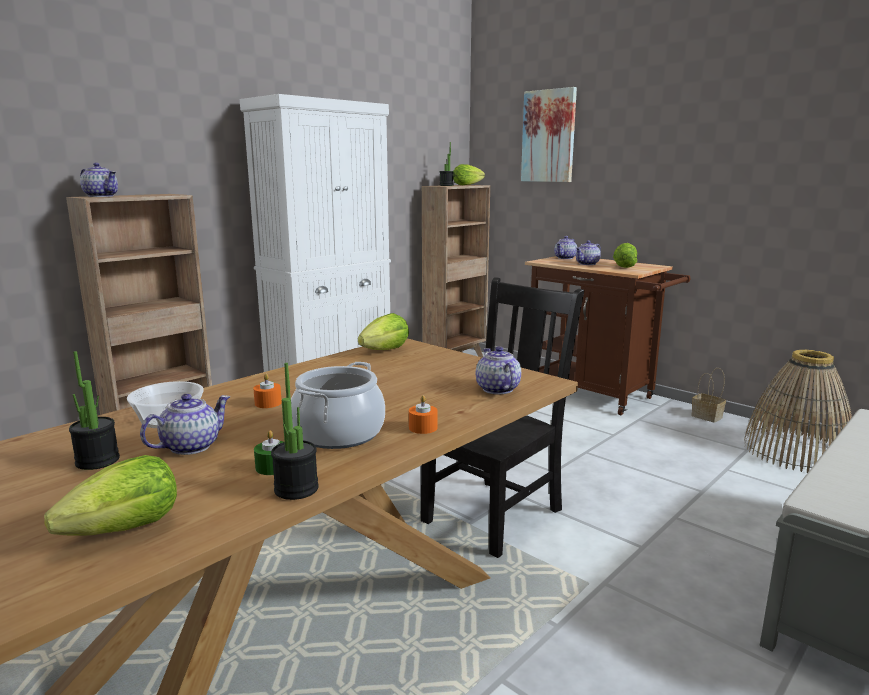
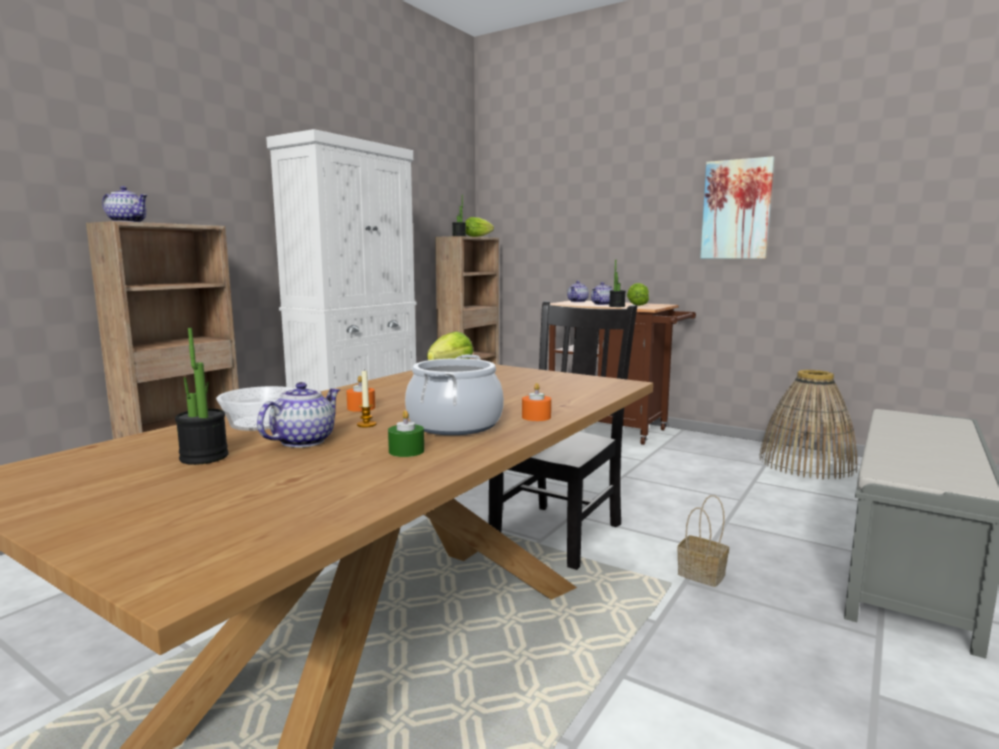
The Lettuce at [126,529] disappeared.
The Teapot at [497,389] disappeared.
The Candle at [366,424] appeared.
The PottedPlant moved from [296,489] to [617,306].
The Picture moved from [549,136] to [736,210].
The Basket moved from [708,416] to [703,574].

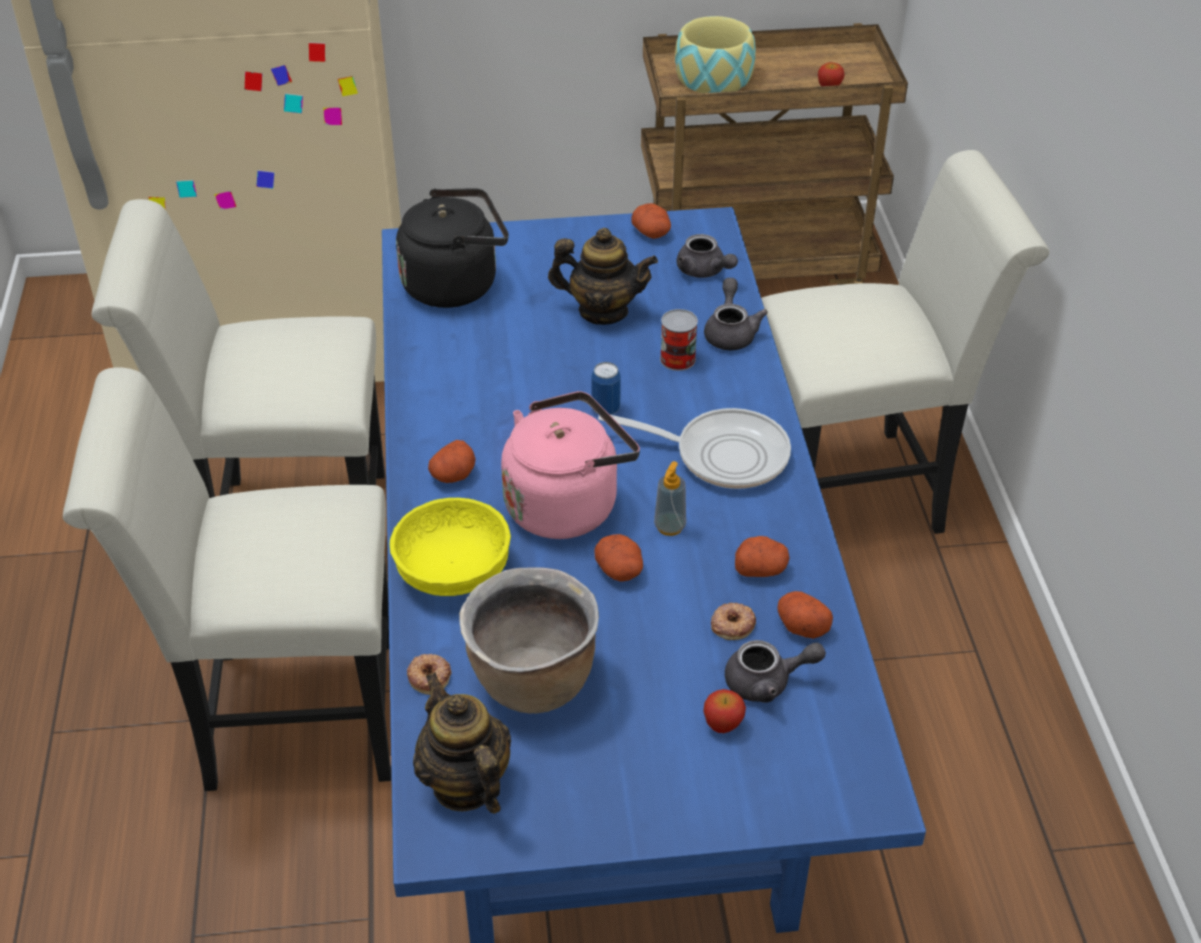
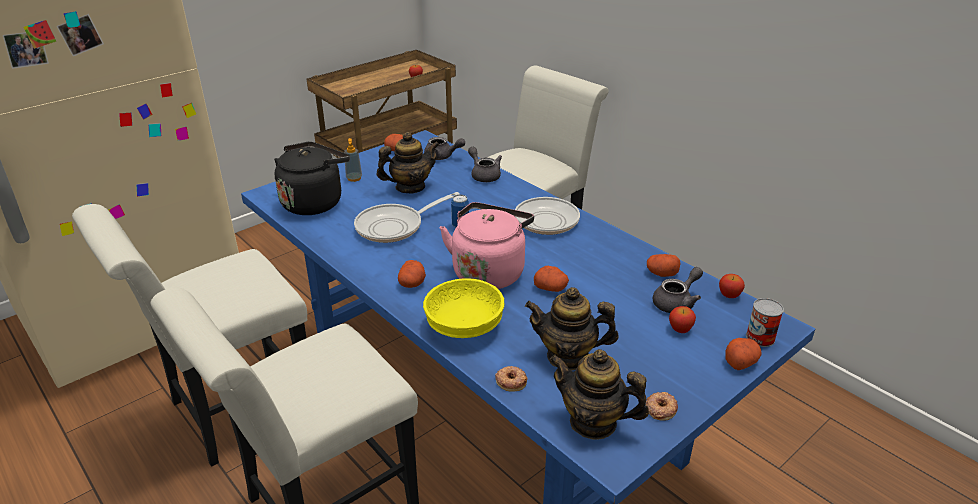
The Bowl at [714,77] disappeared.
The FryingPan at [395,227] appeared.
The Apple at [729,295] appeared.
The SoapDispenser moved from [669,526] to [354,178].
The Can moved from [677,359] to [760,337].
The Donut moved from [732,624] to [660,409].
The Potato moved from [761,568] to [740,361].
The BrownCookingPot at [532,681] was replaced by the Teapot at [568,356].

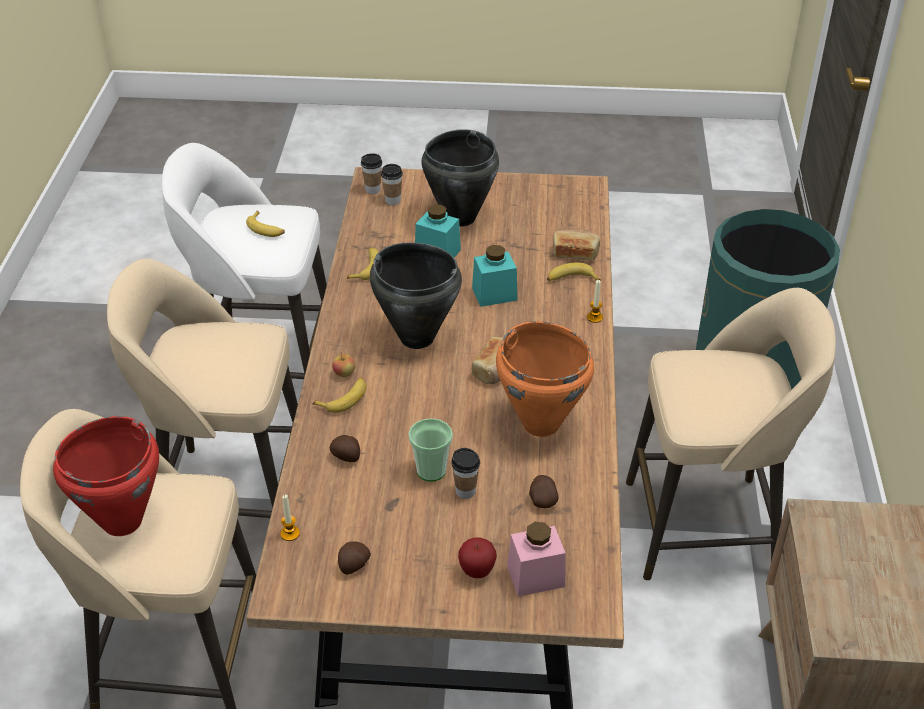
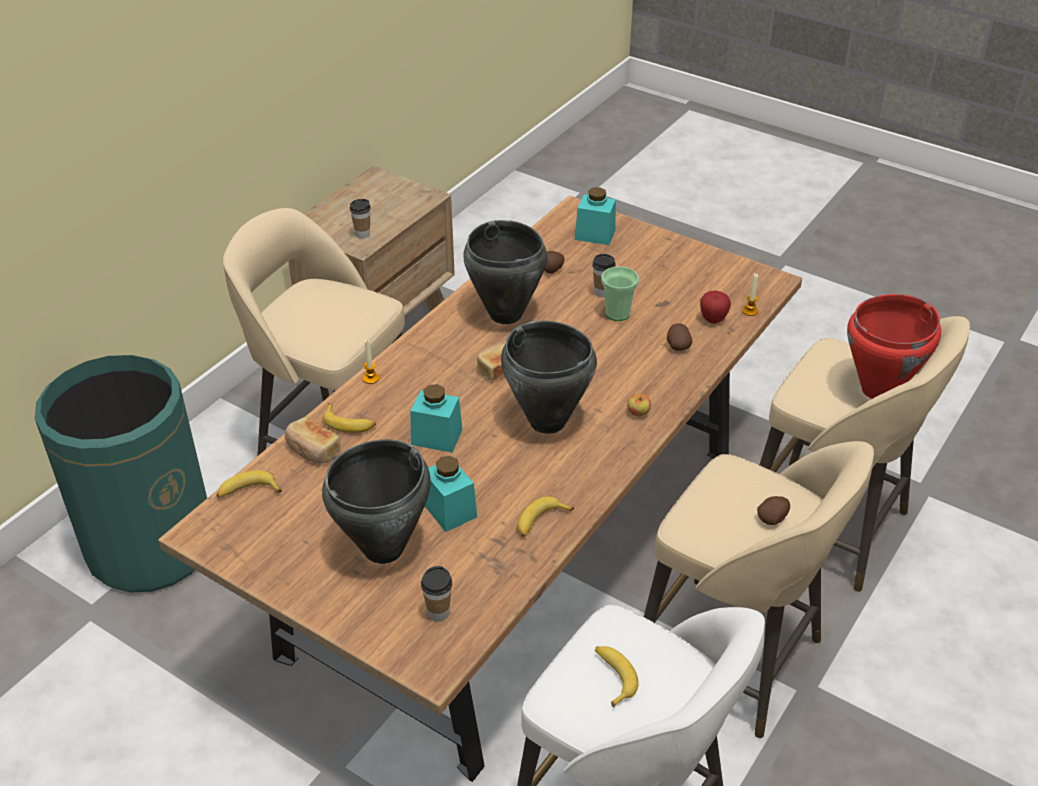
The Banana moved from [344,399] to [248,491].
The Potato moved from [353,566] to [773,518].
The Cup moved from [372,190] to [362,234].
The Apple moved from [477,571] to [713,319].
The OrangeCookingPot at [541,423] became the BlackCookingPot at [505,315].
The PinkJar at [536,576] became the TurquoiseJar at [595,234].

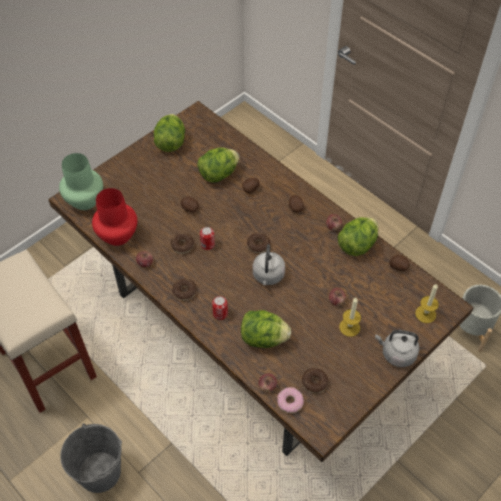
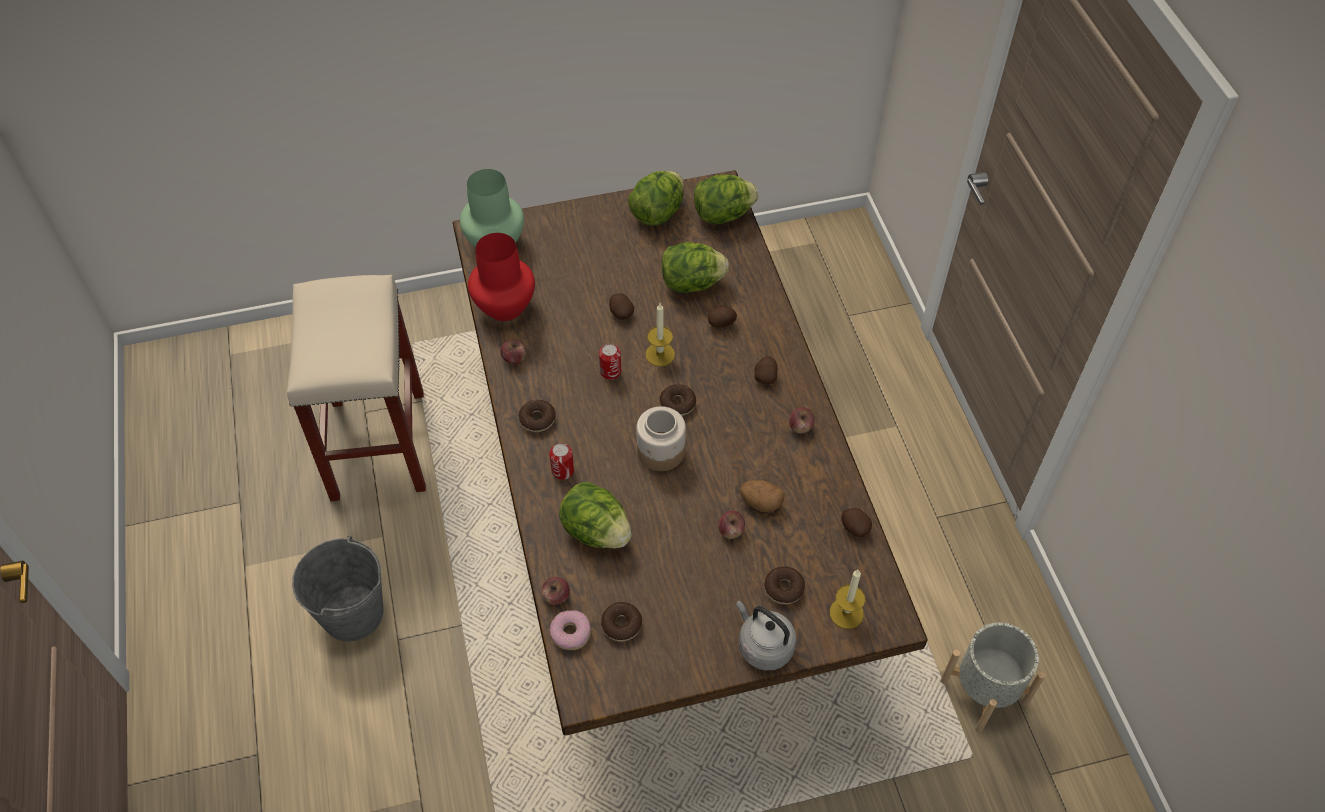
The Potato at [760,502] appeared.
The Donut moved from [182,245] to [784,588].
The Lettuce moved from [357,245] to [723,215].
The Candle moved from [349,327] to [660,354].
The GreyKettle at [268,276] was replaced by the Jar at [661,452].

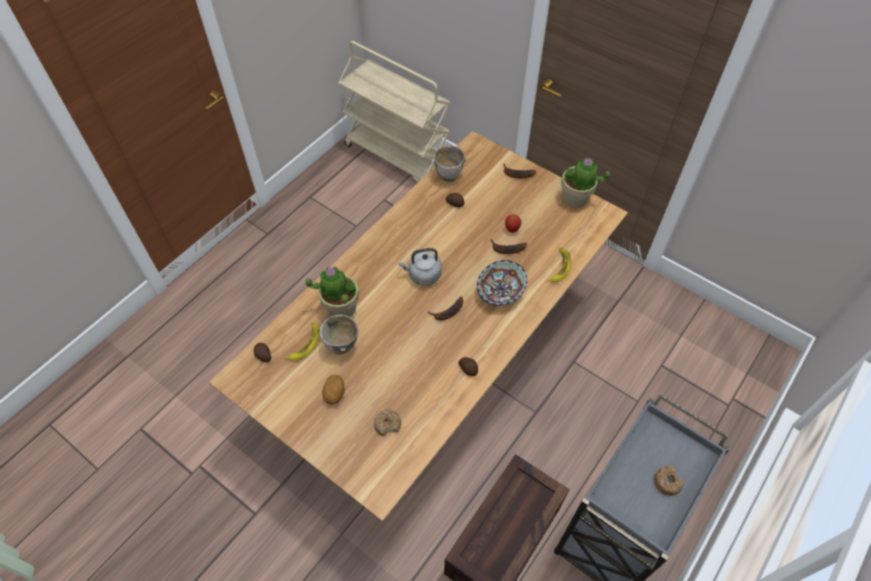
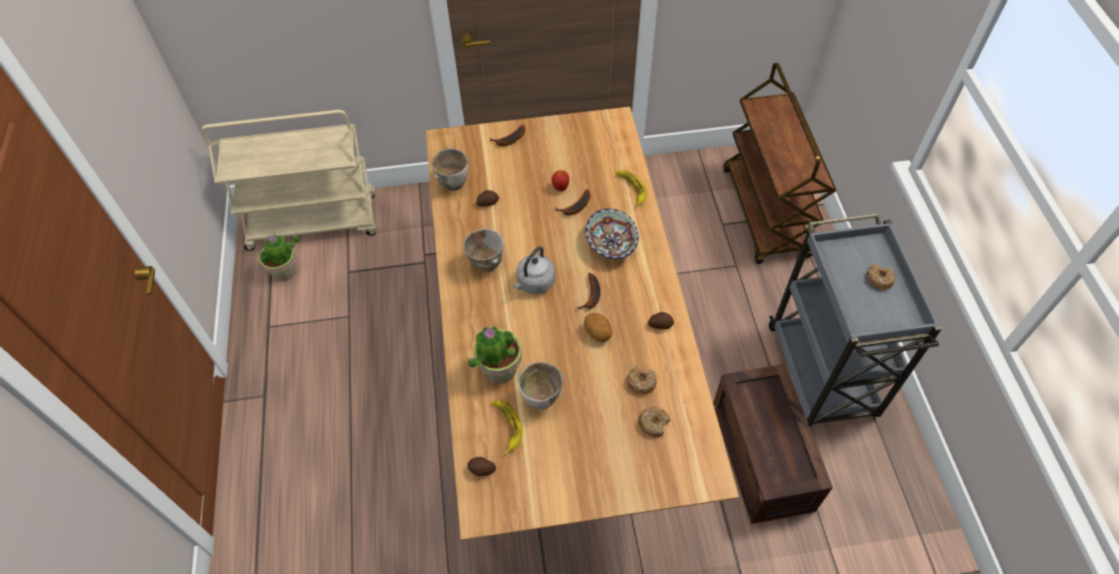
The Bowl at [486,263] appeared.
The Donut at [641,382] appeared.
The BrownCart at [765,213] appeared.
The Potato moved from [335,394] to [598,333].
The PottedPlant moved from [575,198] to [284,271].

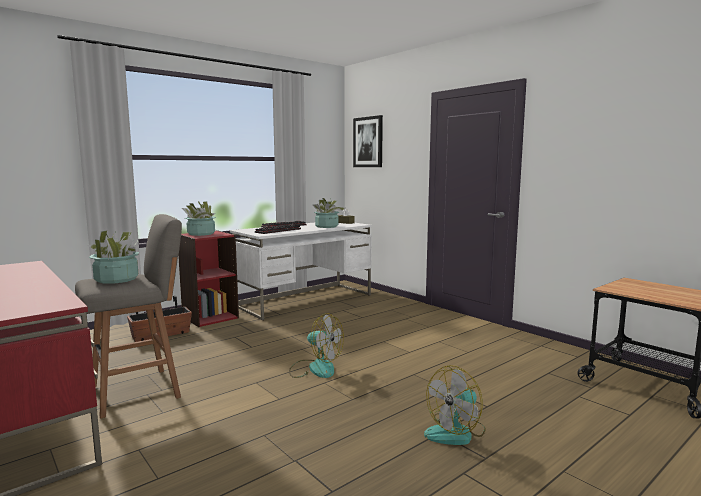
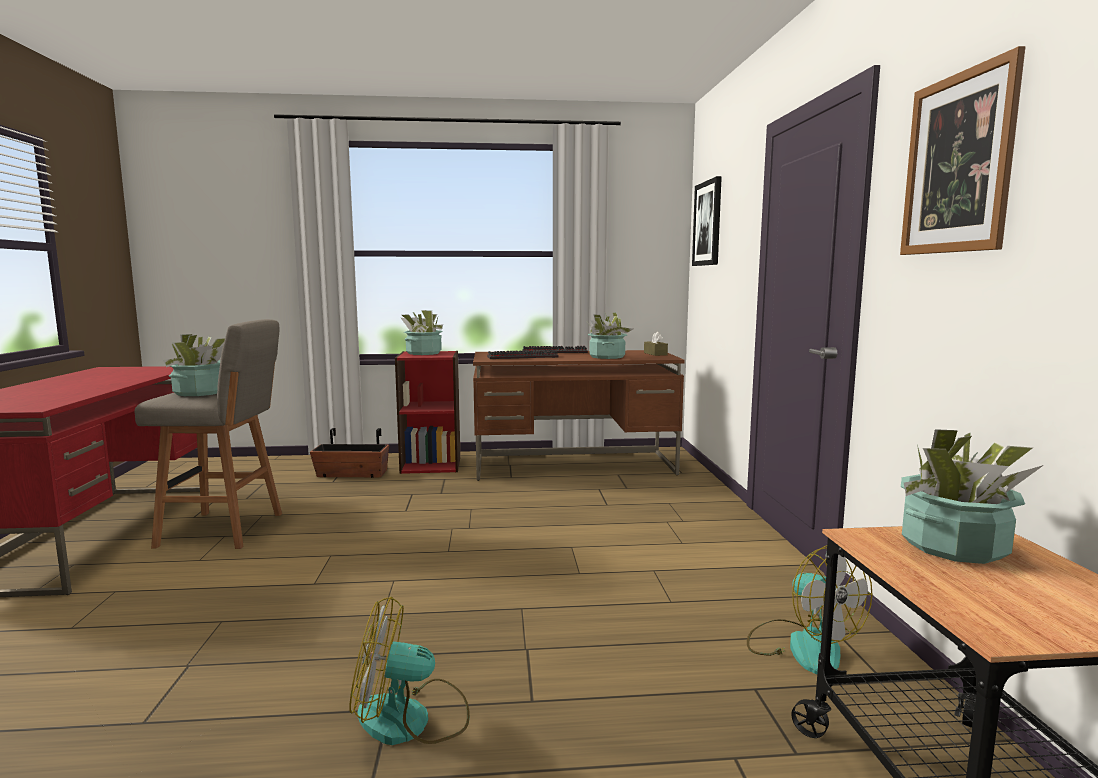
The Picture at [957,164] appeared.
The PottedPlant at [953,546] appeared.
The Fan moved from [315,368] to [802,645].
The WhiteDesk at [305,300] became the BrownDesk at [574,465].

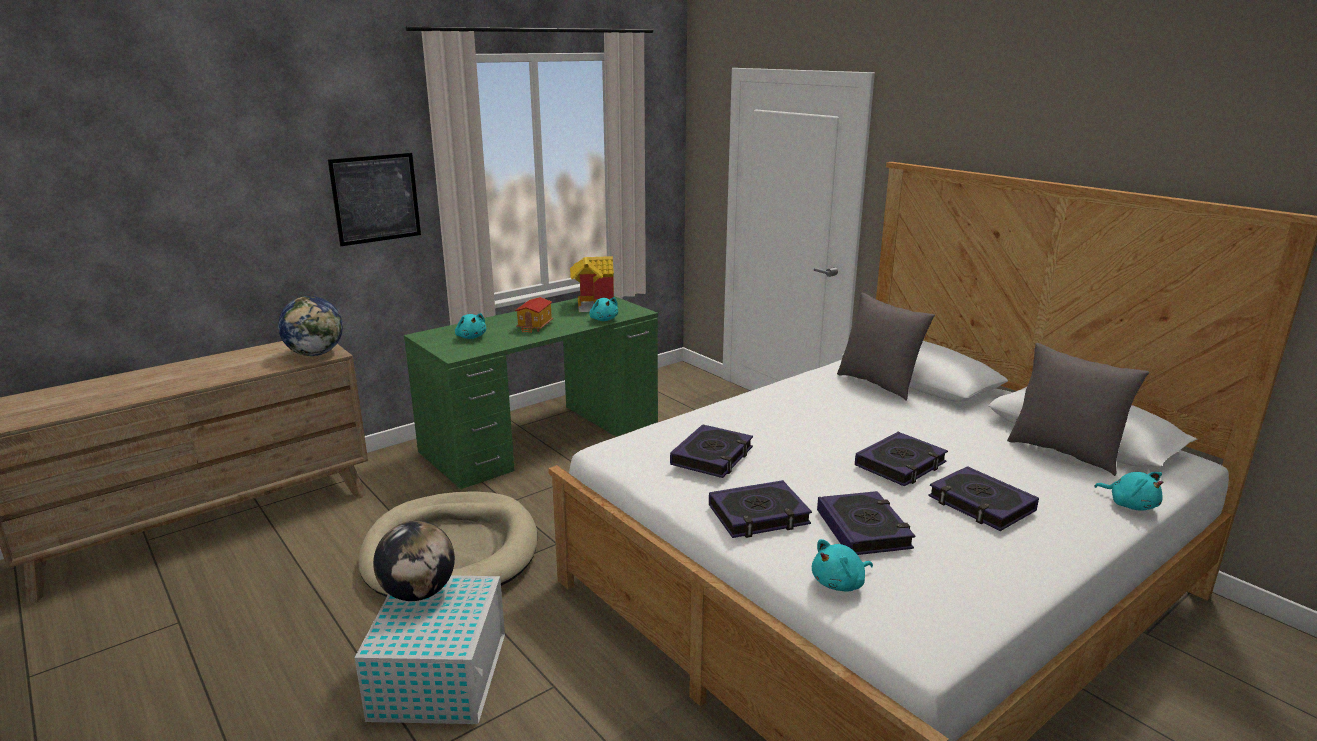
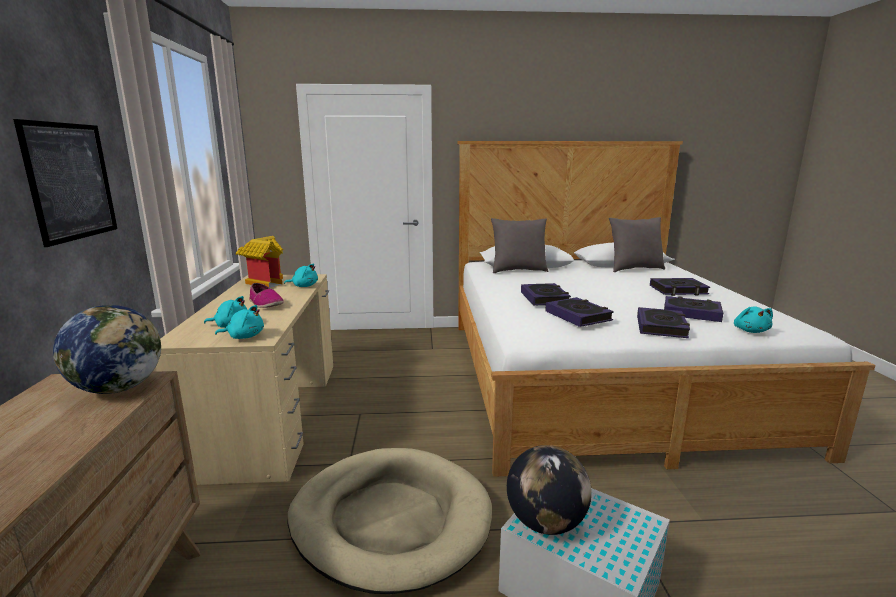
The Book moved from [900,464] to [544,298].
The TurquoisePlushToy moved from [1130,504] to [244,336].
The ToyHouse at [535,326] was replaced by the Shoe at [265,304].
The GreenDesk at [543,436] became the BeigeDesk at [271,413].

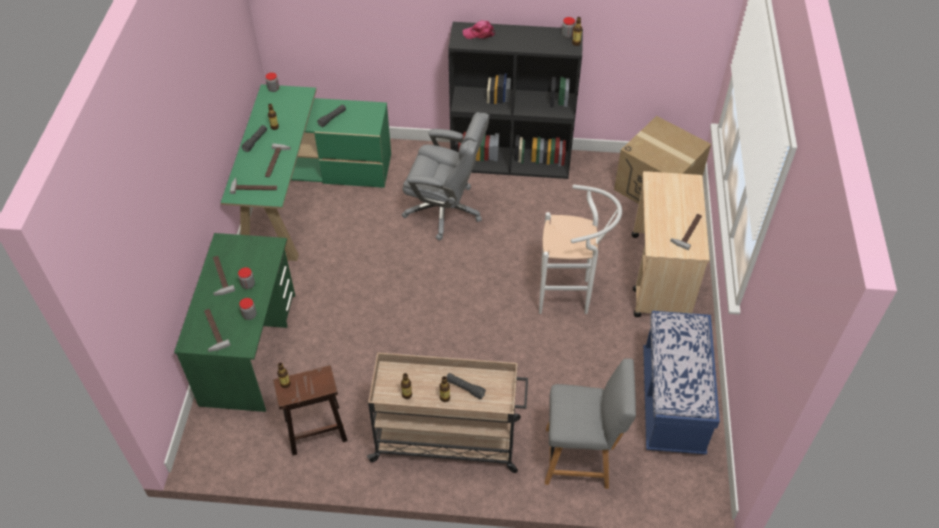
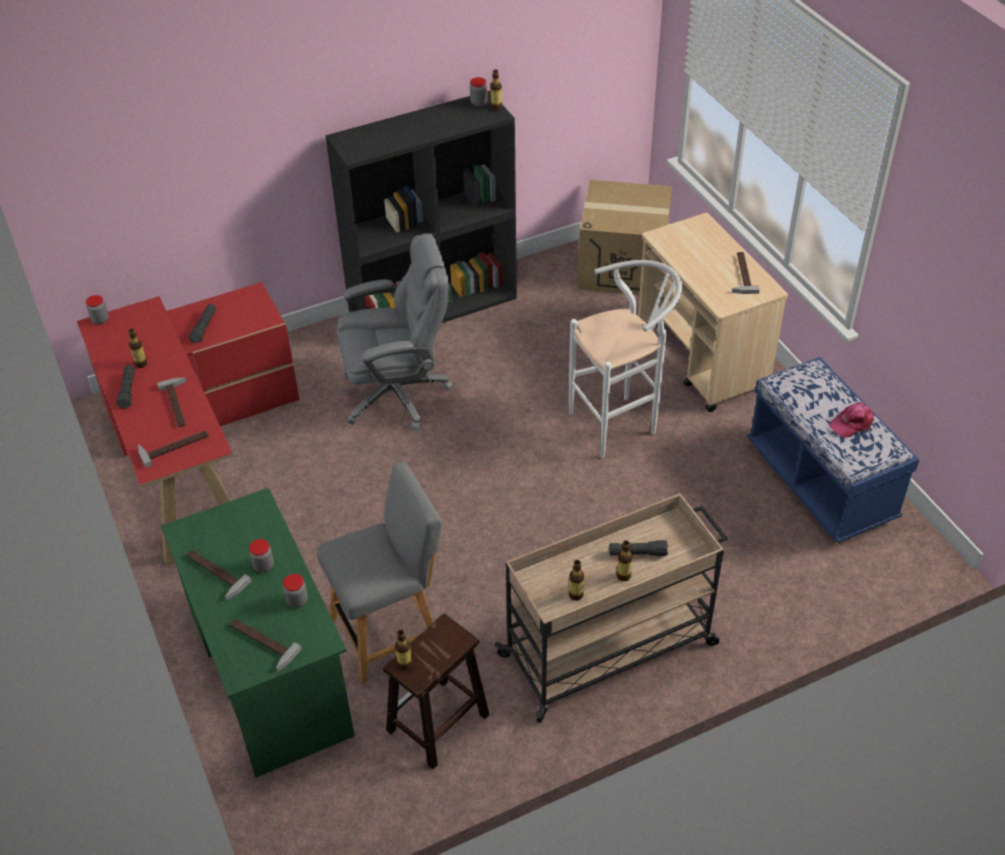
The PinkCap moved from [479,33] to [852,423].
The GreyChair moved from [581,458] to [390,631].
The GreenDesk at [305,193] became the RedDesk at [196,451].

